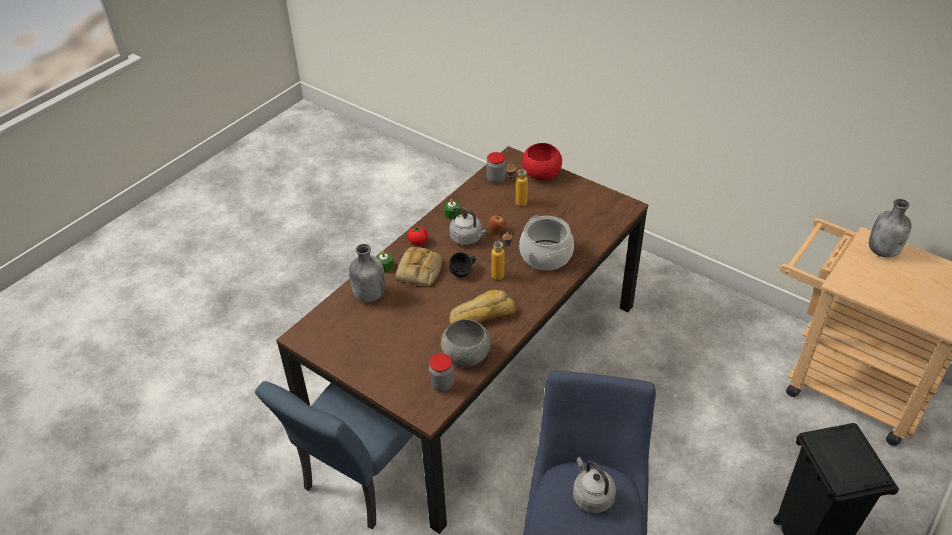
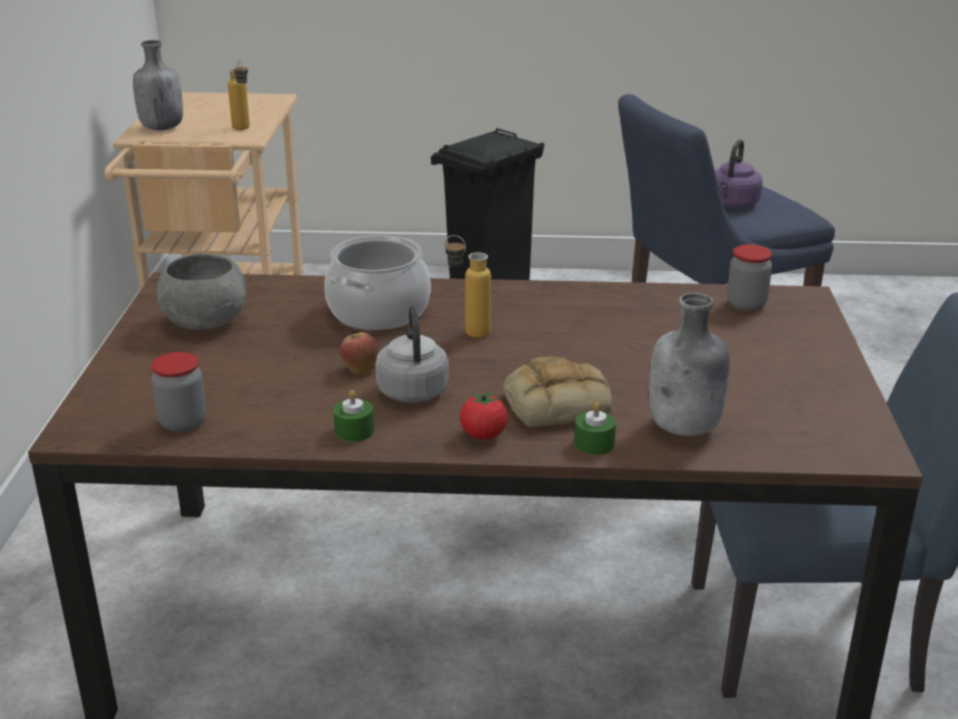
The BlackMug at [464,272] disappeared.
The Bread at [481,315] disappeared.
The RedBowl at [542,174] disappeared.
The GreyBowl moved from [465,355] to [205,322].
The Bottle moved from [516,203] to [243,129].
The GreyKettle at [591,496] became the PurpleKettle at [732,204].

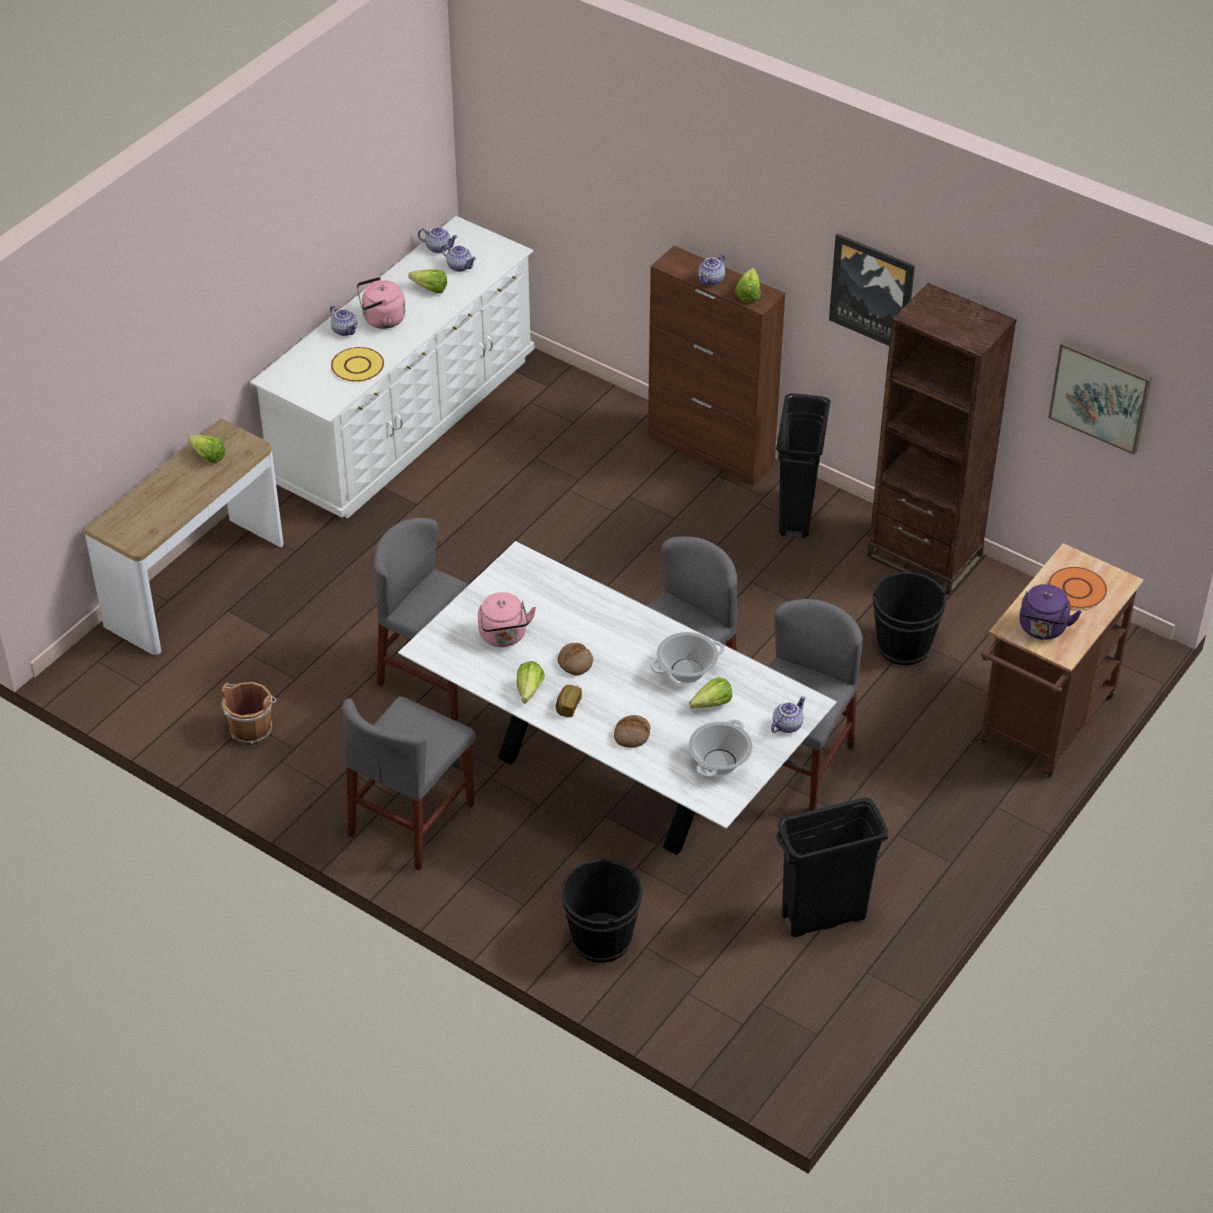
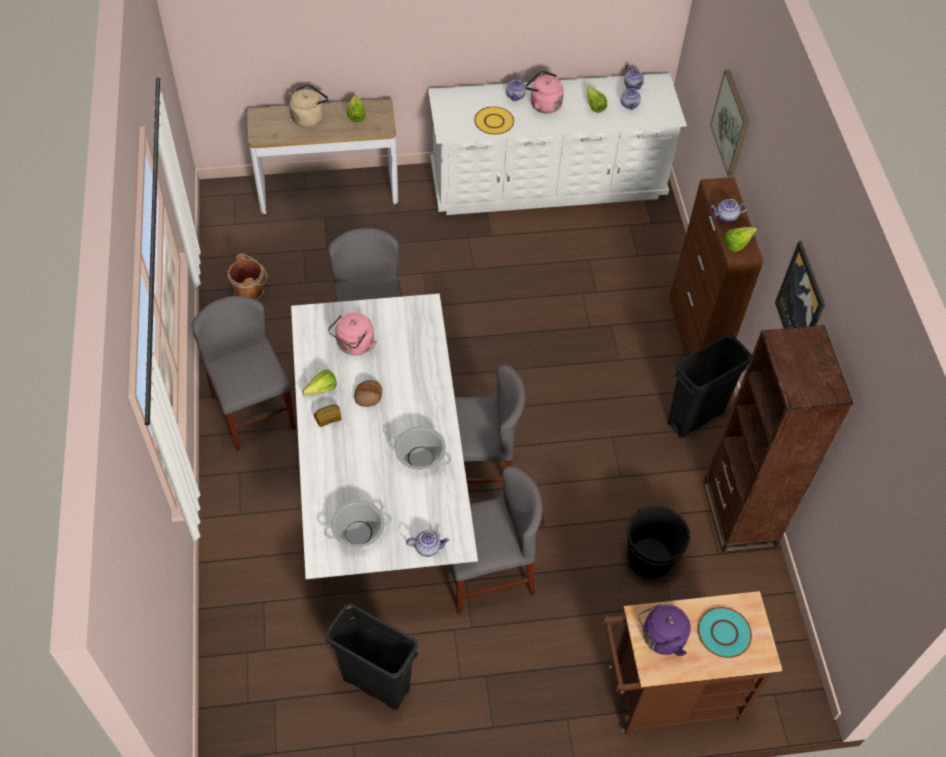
The BlackBucket at [601,939] disappeared.
The Bread at [632,735] disappeared.
The Lettuce at [708,705] disappeared.
The BeigeKettle at [309,117] appeared.
The Picture moved from [1100,395] to [731,123].
The OrangePlate at [1077,589] became the TurquoisePlate at [724,633].
The GreyChair at [412,820] turned 75 degrees clockwise.

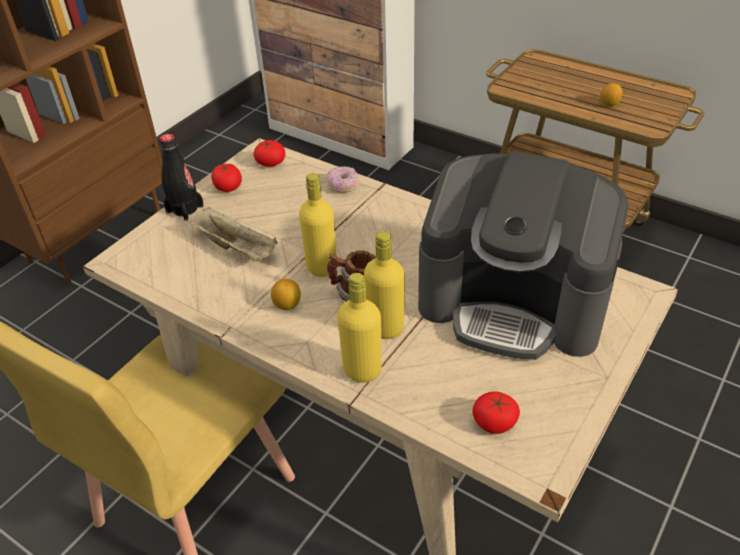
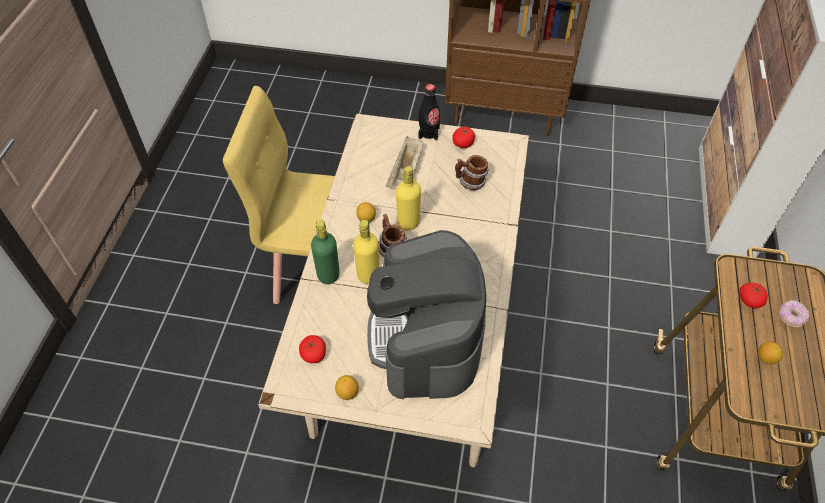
The Lemon at [347,393] appeared.
The Mug at [470,183] appeared.
The Tomato moved from [270,162] to [749,300].
The Donut moved from [343,185] to [791,317].
The YellowBottle at [362,370] became the GreenBottle at [328,275].

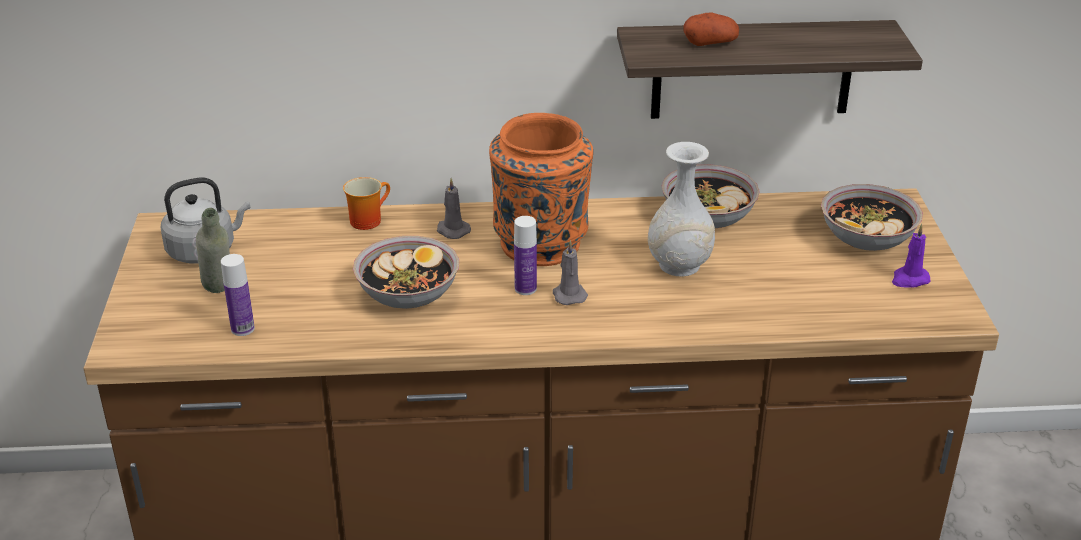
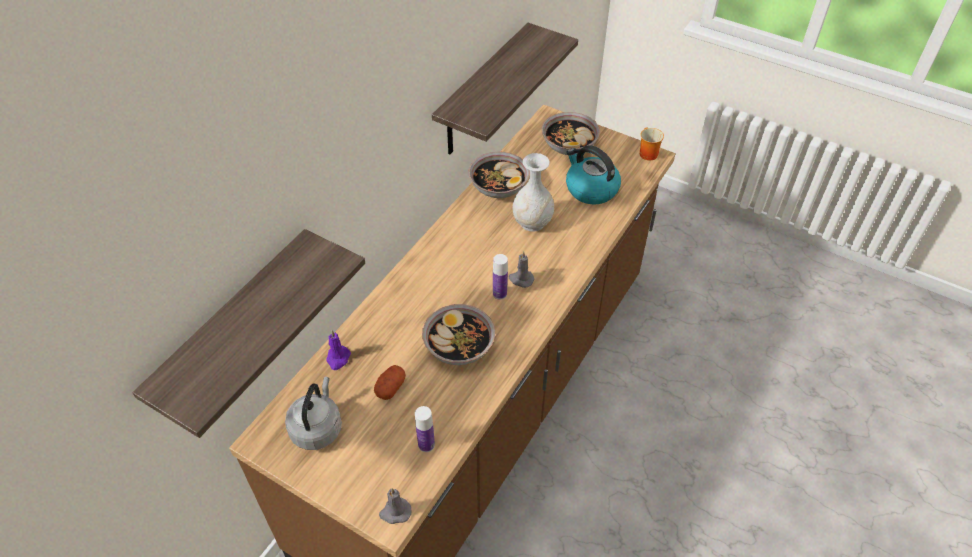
The GreyBottle at [220,294] disappeared.
The OrangeVase at [540,243] disappeared.
The Shelf at [235,330] appeared.
The Kettle at [590,189] appeared.
The Mug moved from [367,219] to [646,153].
The GreyCandle moved from [452,230] to [395,512].
The Potato moved from [710,43] to [390,387].
The PurpleCandle moved from [909,279] to [338,359].

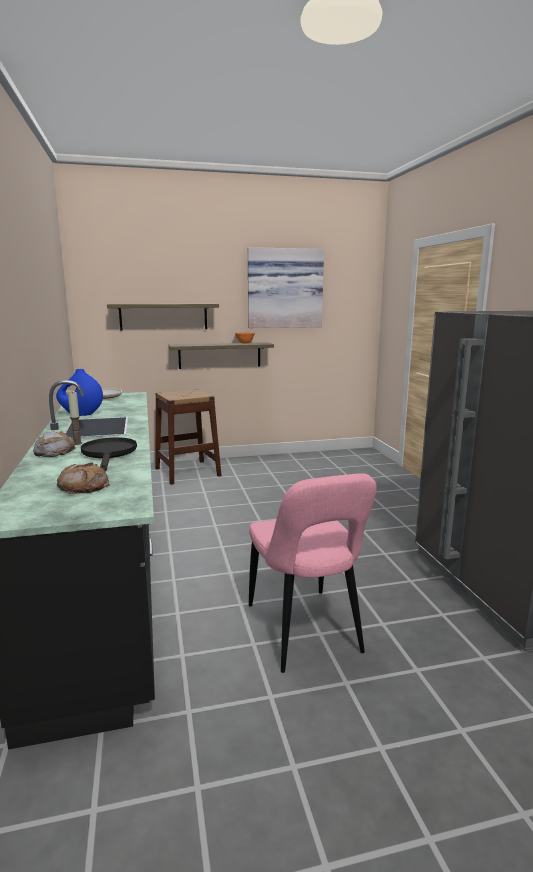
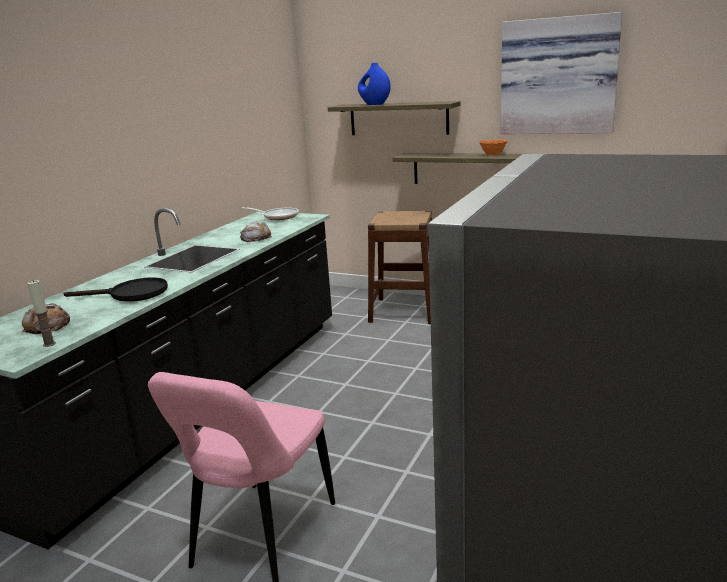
The Bread moved from [54,451] to [256,238].
The BlueVase moved from [81,414] to [374,104].
The Candle moved from [77,443] to [49,344].
The BlackFryingPan at [109,454] turned 60 degrees clockwise.

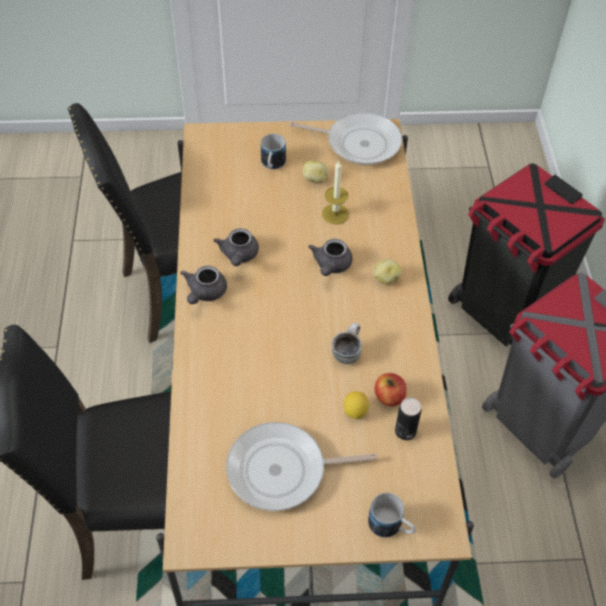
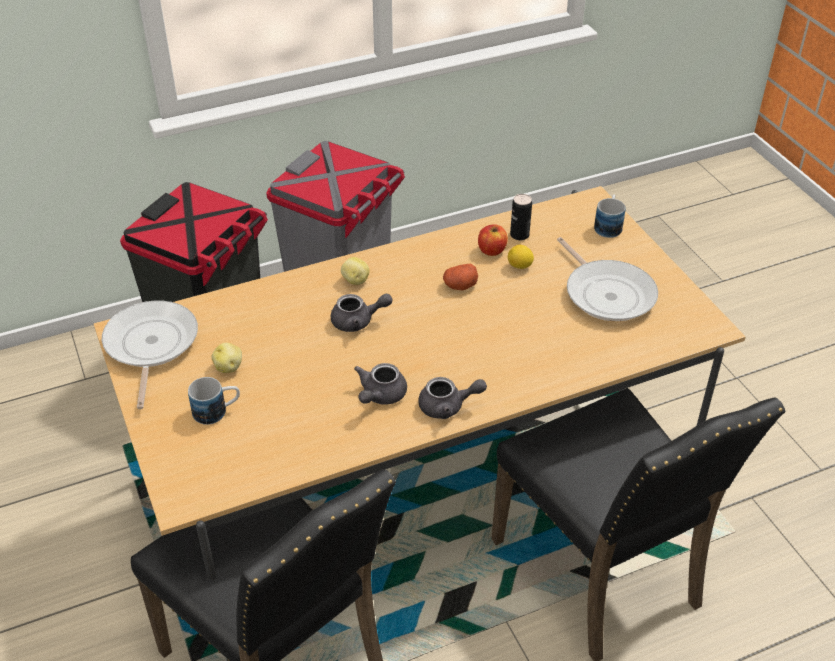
The Candle at [335,214] disappeared.
The Mug at [346,352] was replaced by the Potato at [460,286].
The GreyTeapot at [239,256] turned 135 degrees clockwise.

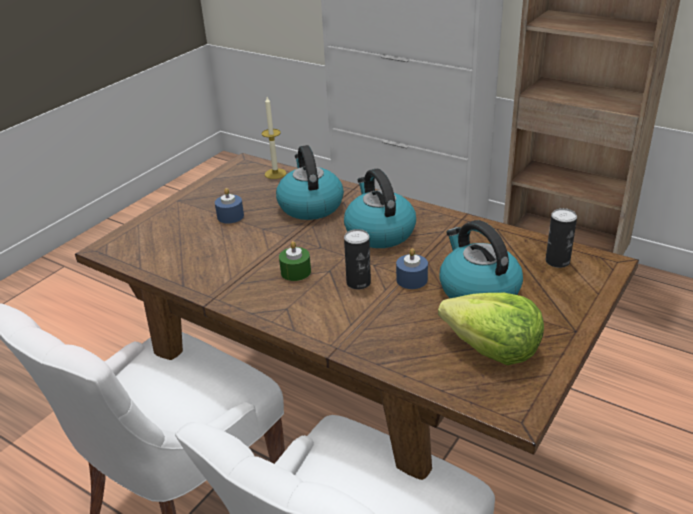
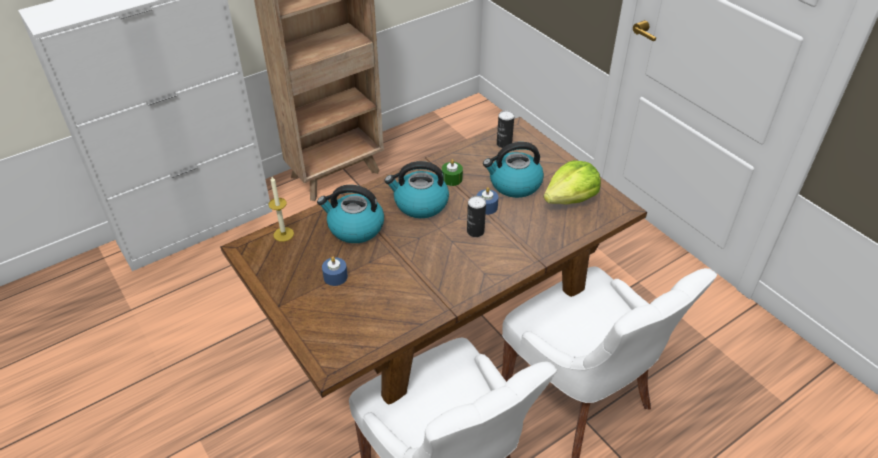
The GreenCandle moved from [295,272] to [452,179].

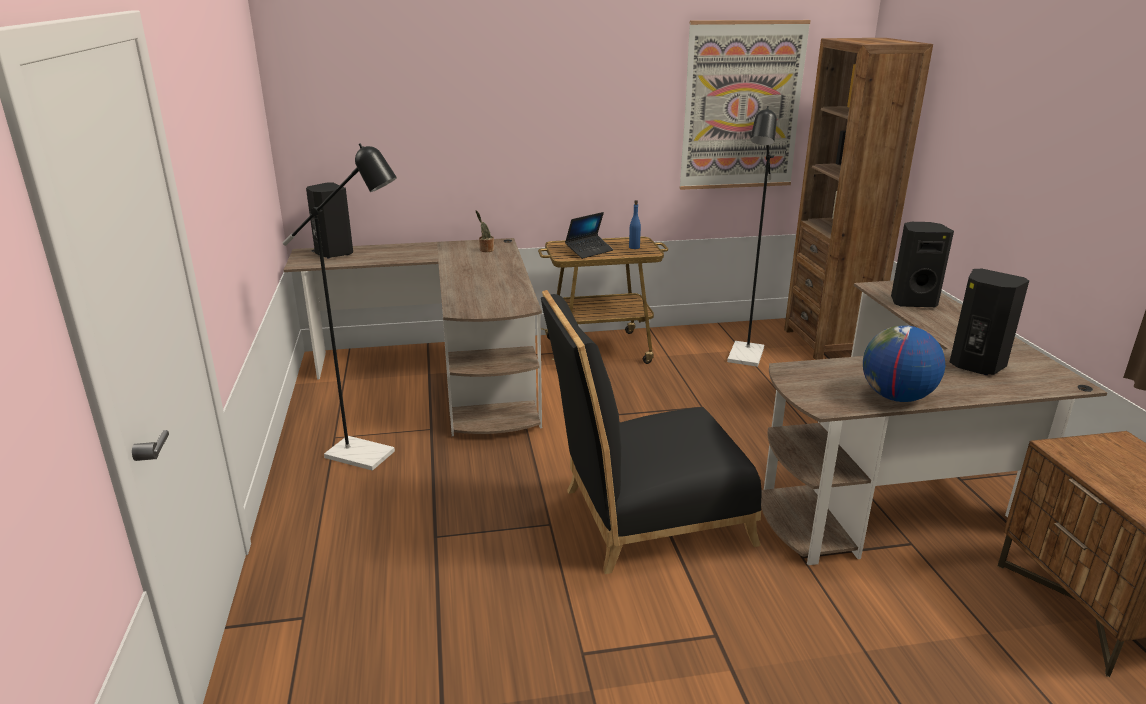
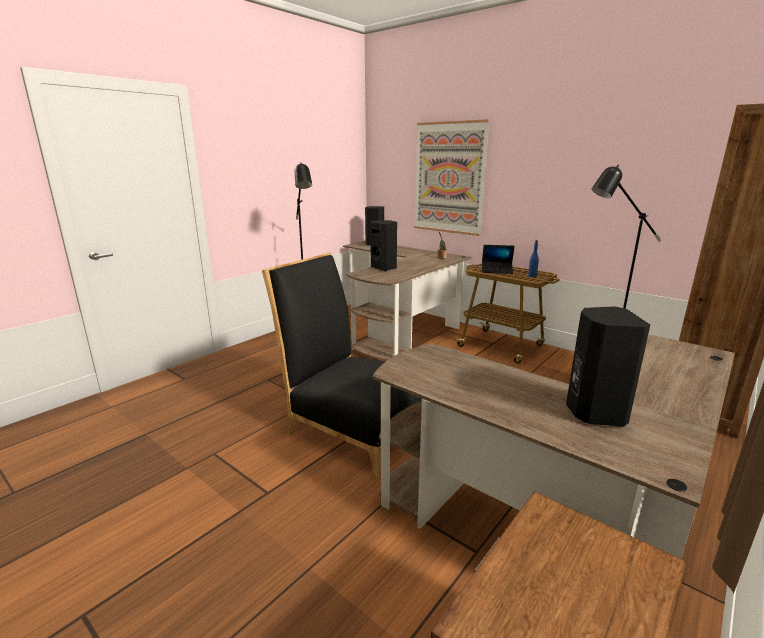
The Globe at [896,397] disappeared.
The Picture moved from [742,106] to [449,178].
The BlackSpeaker moved from [912,302] to [384,268].

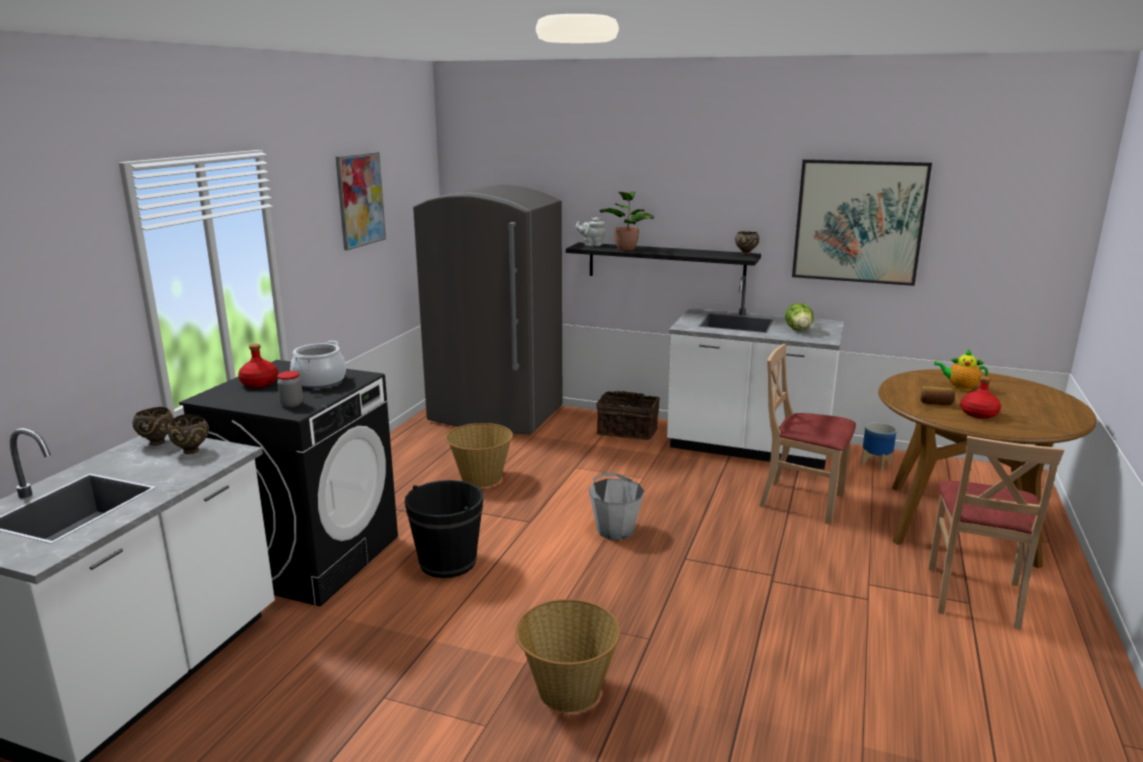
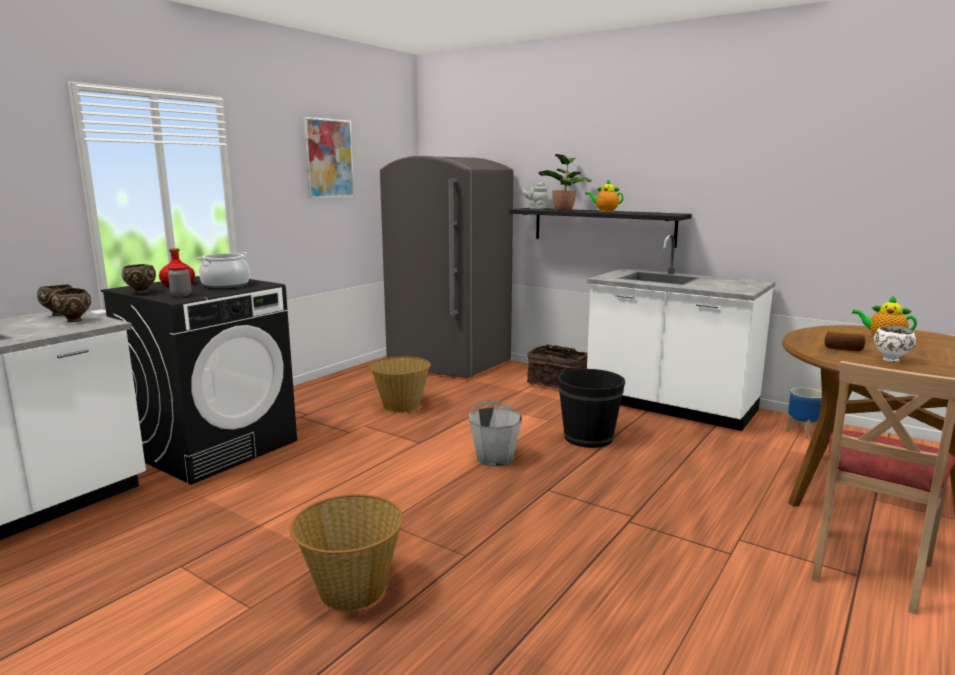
The BeigeChair at [802,501] disappeared.
The Lettuce at [798,330] disappeared.
The Picture at [858,221] disappeared.
The Teapot at [605,211] appeared.
The BlackBucket moved from [448,562] to [588,438].
The BrownBowl moved from [745,254] to [141,292].
The RedBottle at [978,414] was replaced by the WhiteBowl at [891,360].

